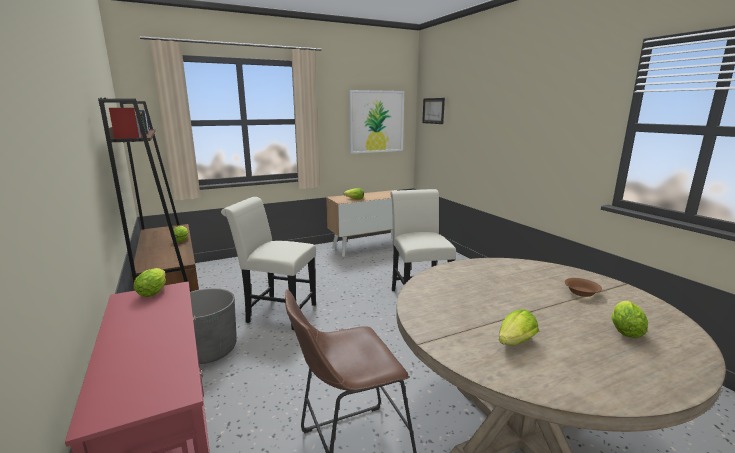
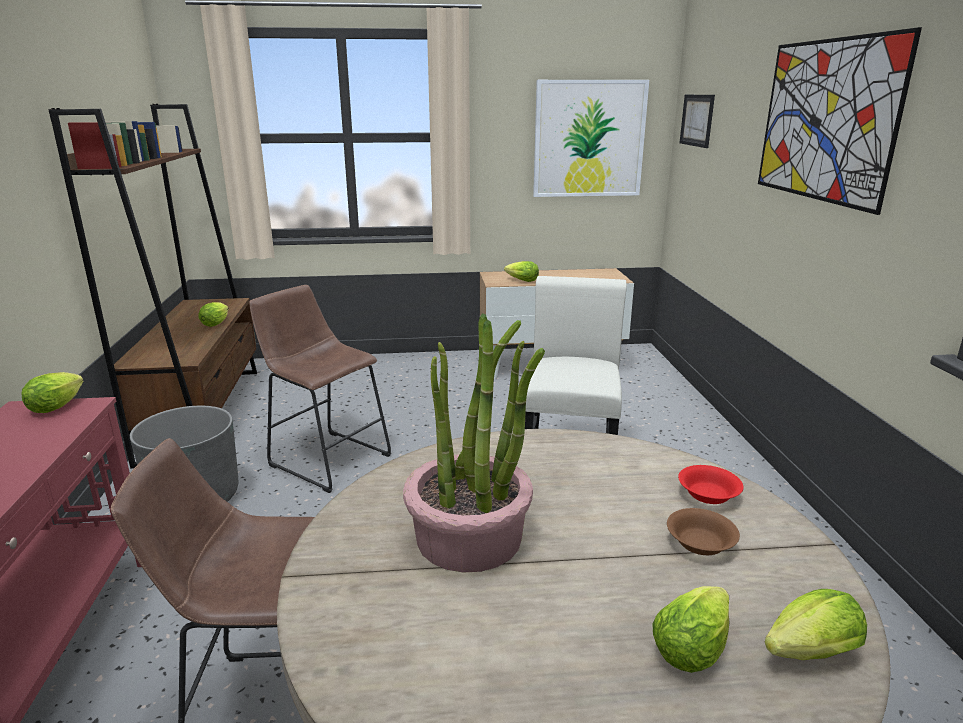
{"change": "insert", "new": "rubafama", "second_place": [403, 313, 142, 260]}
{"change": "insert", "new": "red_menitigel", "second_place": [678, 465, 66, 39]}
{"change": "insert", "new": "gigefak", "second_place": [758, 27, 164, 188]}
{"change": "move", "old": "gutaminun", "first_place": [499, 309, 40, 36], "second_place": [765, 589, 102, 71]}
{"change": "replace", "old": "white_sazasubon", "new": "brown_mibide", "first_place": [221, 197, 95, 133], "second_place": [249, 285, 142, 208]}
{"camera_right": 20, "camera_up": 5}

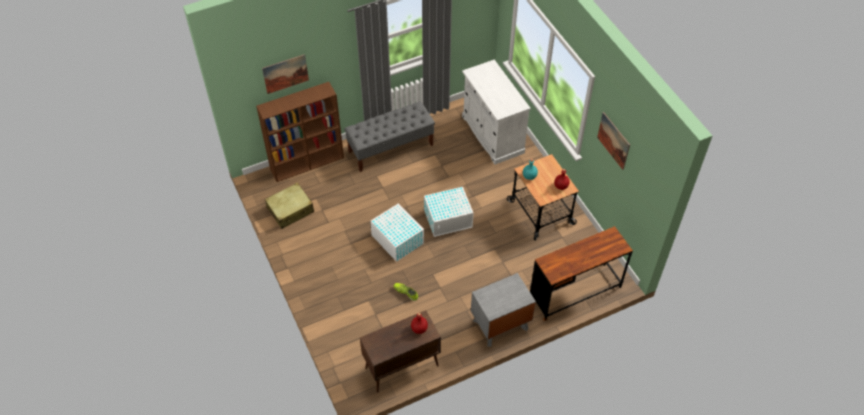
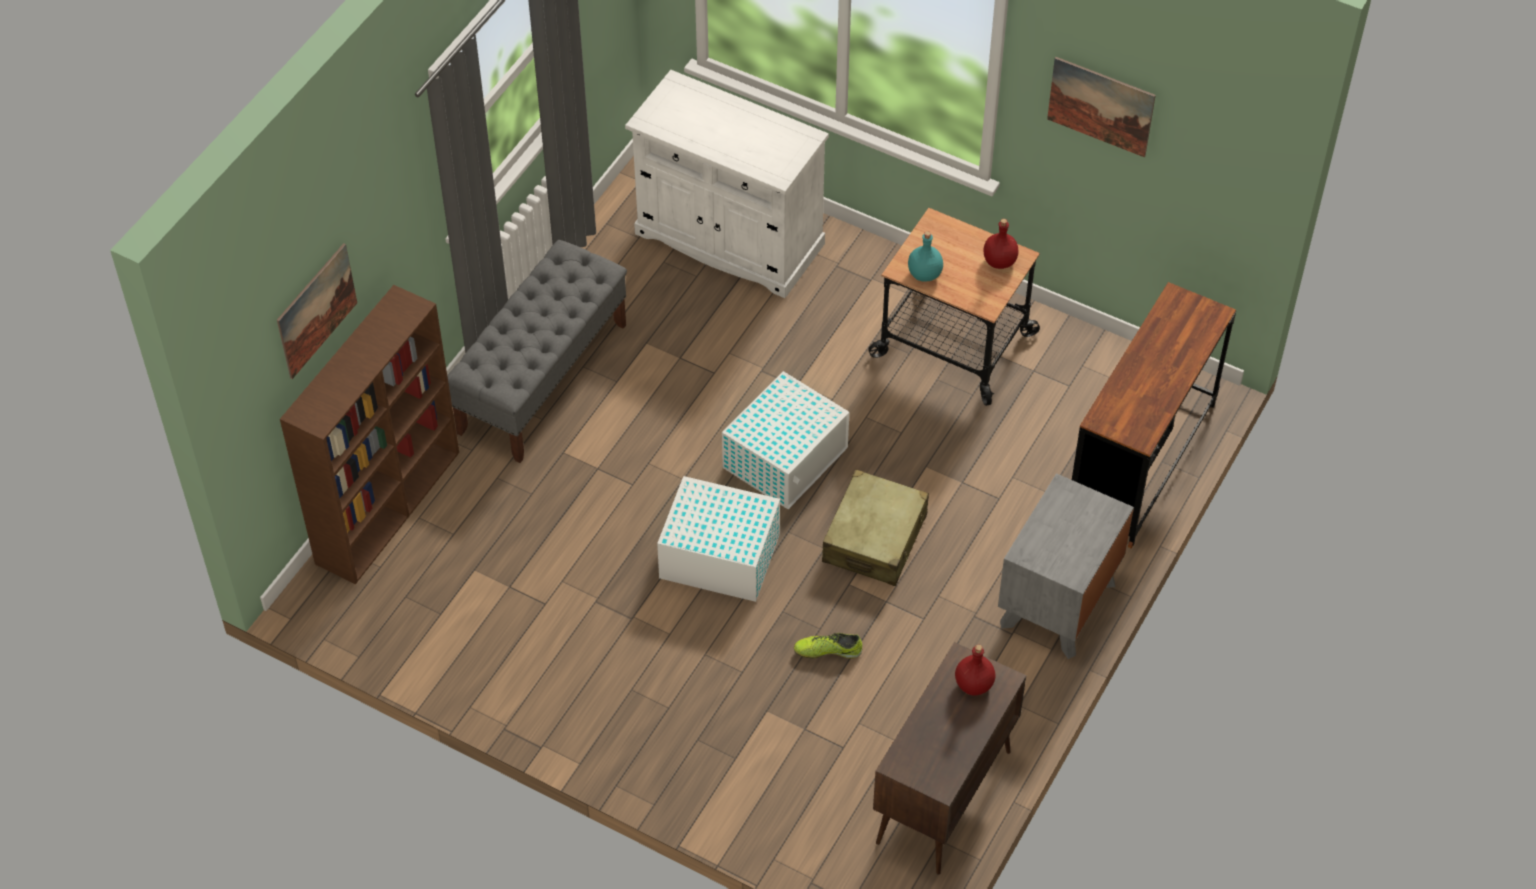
{"change": "move", "old": "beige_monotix", "first_place": [265, 182, 49, 47], "second_place": [822, 470, 107, 116]}
{"camera_right": -35, "camera_up": 0}

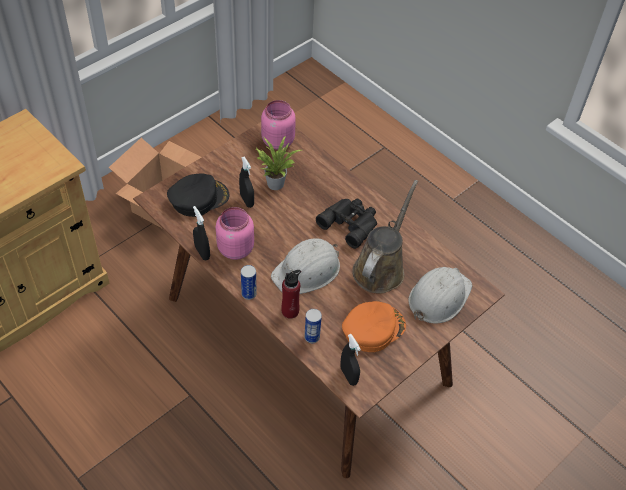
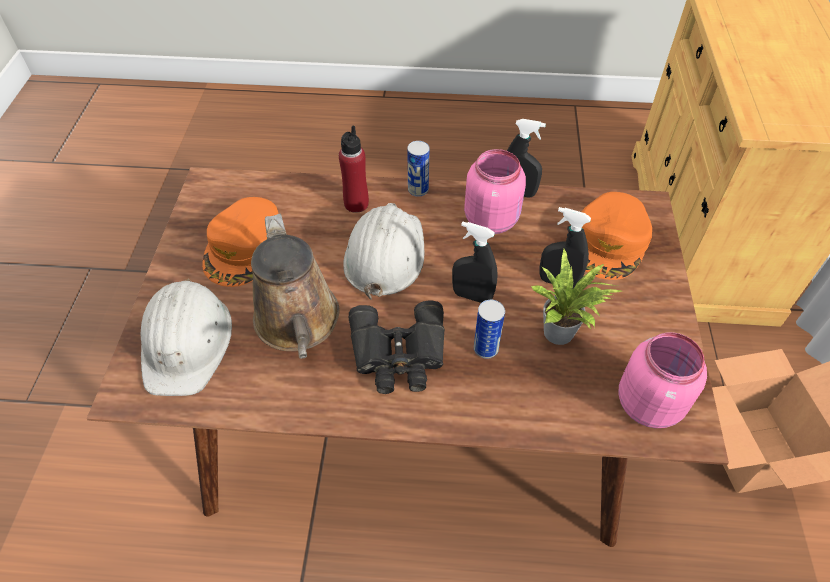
{"change": "move", "old": "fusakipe", "first_place": [304, 309, 18, 34], "second_place": [474, 300, 31, 59]}
{"change": "move", "old": "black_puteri", "first_place": [340, 334, 21, 52], "second_place": [452, 222, 46, 81]}
{"change": "recolor", "old": "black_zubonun", "new": "orange_zubonun", "first_place": [167, 173, 62, 44], "second_place": [582, 192, 70, 88]}
{"camera_right": 140, "camera_up": 0}

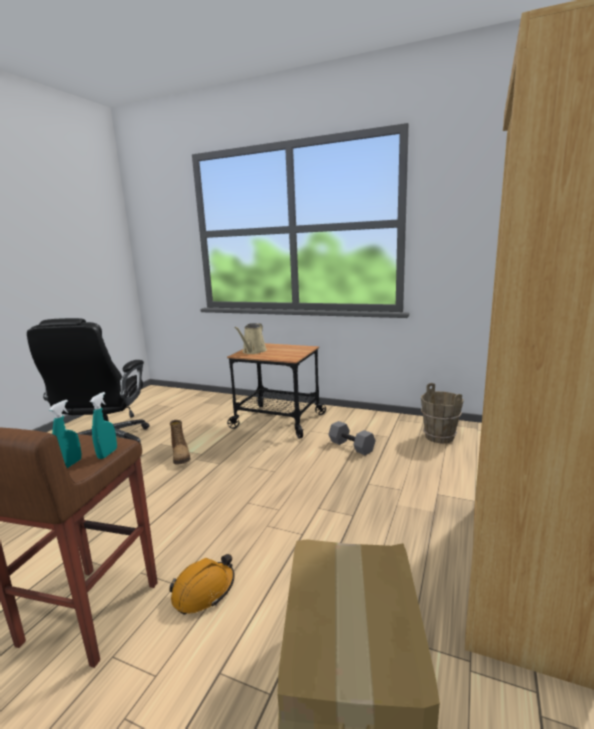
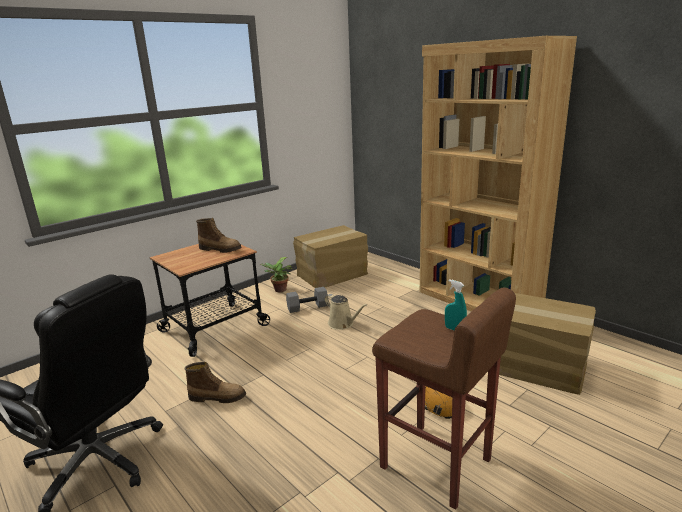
{"change": "delete", "old": "turquoise_puteri", "first_place": [90, 392, 27, 67]}
{"change": "insert", "new": "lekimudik", "second_place": [196, 218, 46, 35]}
{"change": "insert", "new": "rubafama", "second_place": [260, 257, 33, 35]}
{"change": "move", "old": "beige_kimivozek", "first_place": [234, 323, 33, 31], "second_place": [325, 294, 42, 36]}
{"change": "replace", "old": "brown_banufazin", "new": "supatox", "first_place": [421, 383, 43, 61], "second_place": [293, 225, 75, 63]}
{"camera_right": -65, "camera_up": 5}

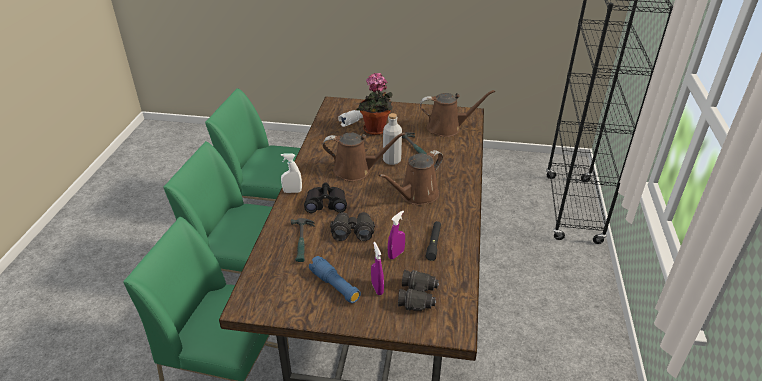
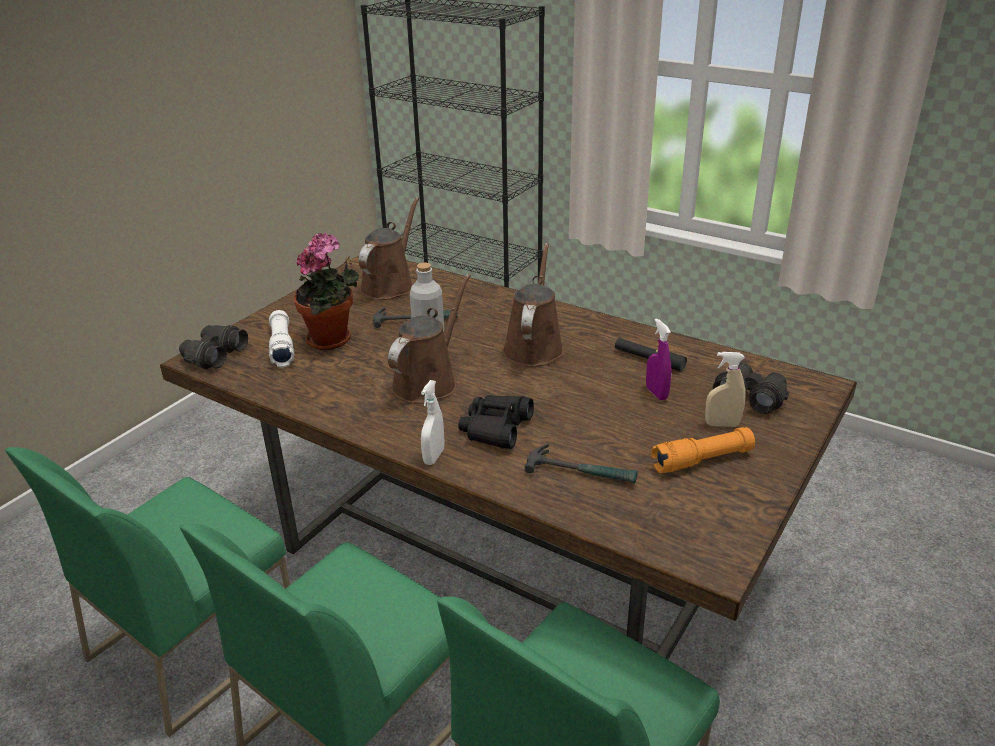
{"change": "move", "old": "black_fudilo", "first_place": [330, 212, 45, 29], "second_place": [179, 325, 69, 44]}
{"change": "recolor", "old": "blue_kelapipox", "new": "orange_kelapipox", "first_place": [309, 256, 52, 47], "second_place": [651, 427, 104, 46]}
{"change": "recolor", "old": "purple_puteri", "new": "beige_puteri", "first_place": [371, 242, 13, 53], "second_place": [705, 352, 41, 75]}
{"change": "rotate", "old": "brown_kimivozek", "first_place": [379, 150, 64, 55], "second_place": [502, 243, 62, 124], "degrees": -150}
{"camera_right": -65, "camera_up": -5}

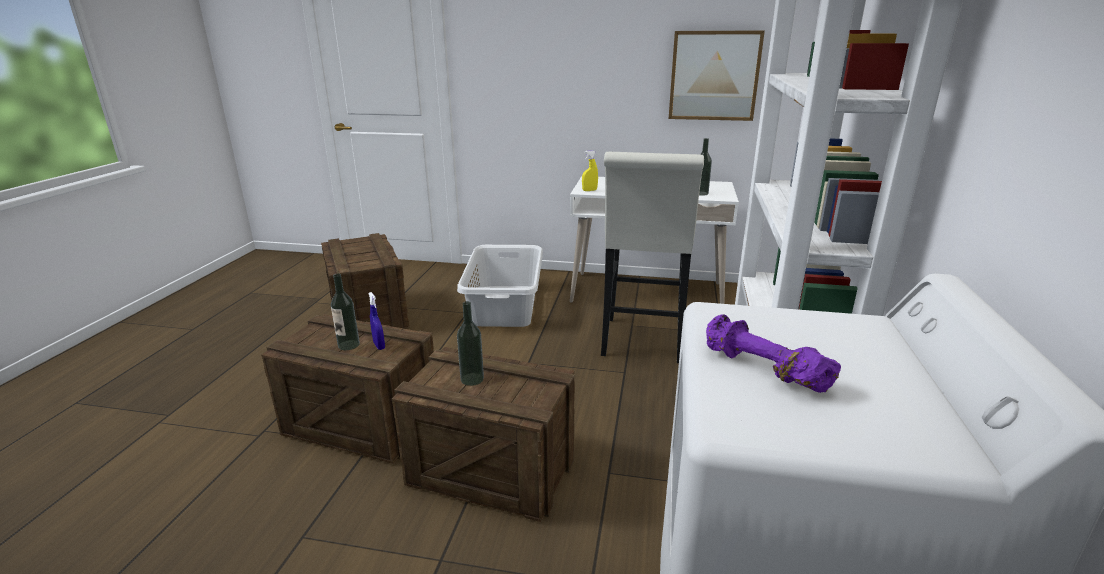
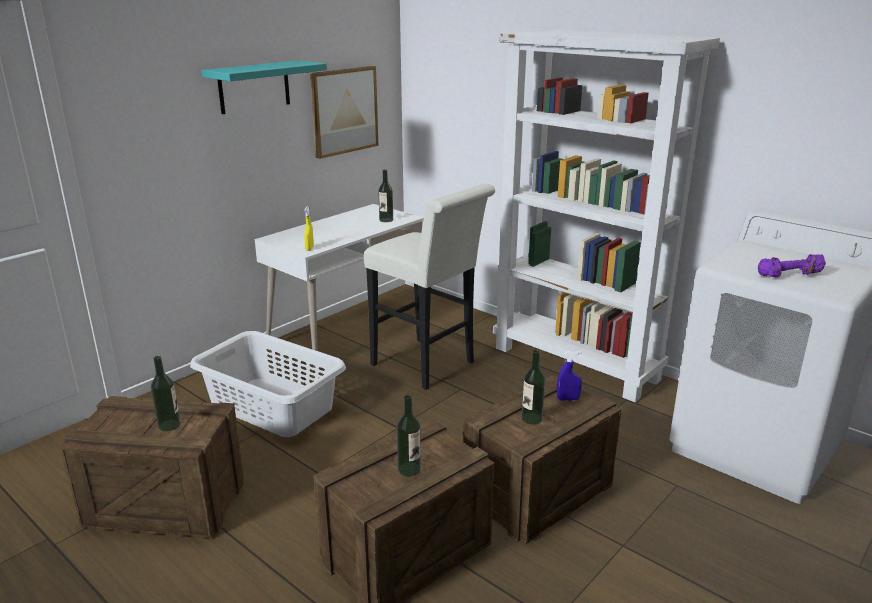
{"change": "insert", "new": "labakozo", "second_place": [151, 356, 29, 75]}
{"change": "insert", "new": "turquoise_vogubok", "second_place": [201, 60, 126, 54]}
{"change": "move", "old": "blue_puteri", "first_place": [369, 292, 16, 58], "second_place": [557, 351, 25, 50]}
{"camera_right": -60, "camera_up": 0}

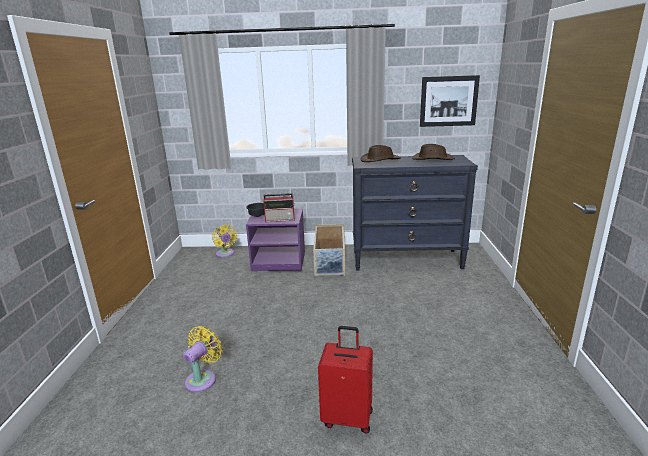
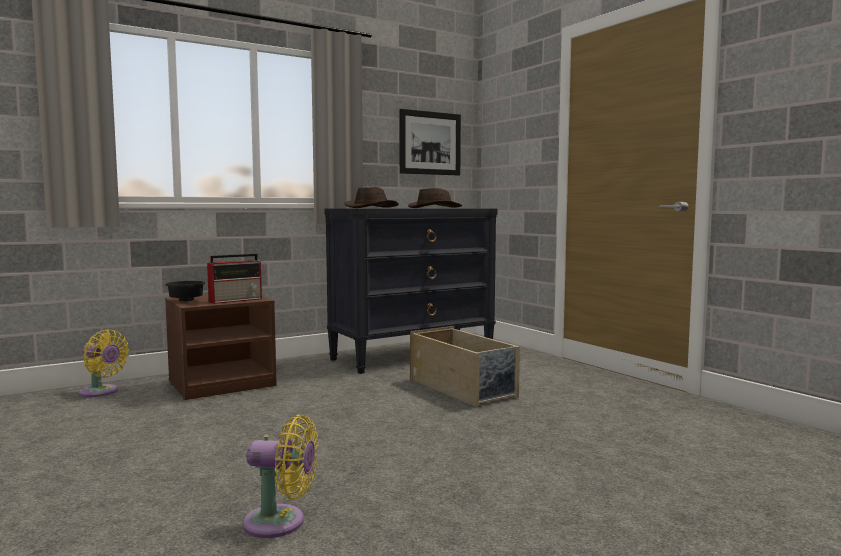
{"change": "delete", "old": "red_monotix", "first_place": [318, 326, 55, 108]}
{"change": "move", "old": "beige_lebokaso", "first_place": [313, 224, 32, 53], "second_place": [410, 326, 110, 81]}
{"change": "recolor", "old": "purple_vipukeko", "new": "brown_vipukeko", "first_place": [246, 208, 59, 63], "second_place": [165, 295, 112, 105]}
{"change": "rotate", "old": "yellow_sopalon", "first_place": [183, 326, 39, 66], "second_place": [243, 415, 75, 123], "degrees": 105}
{"camera_right": -35, "camera_up": -15}

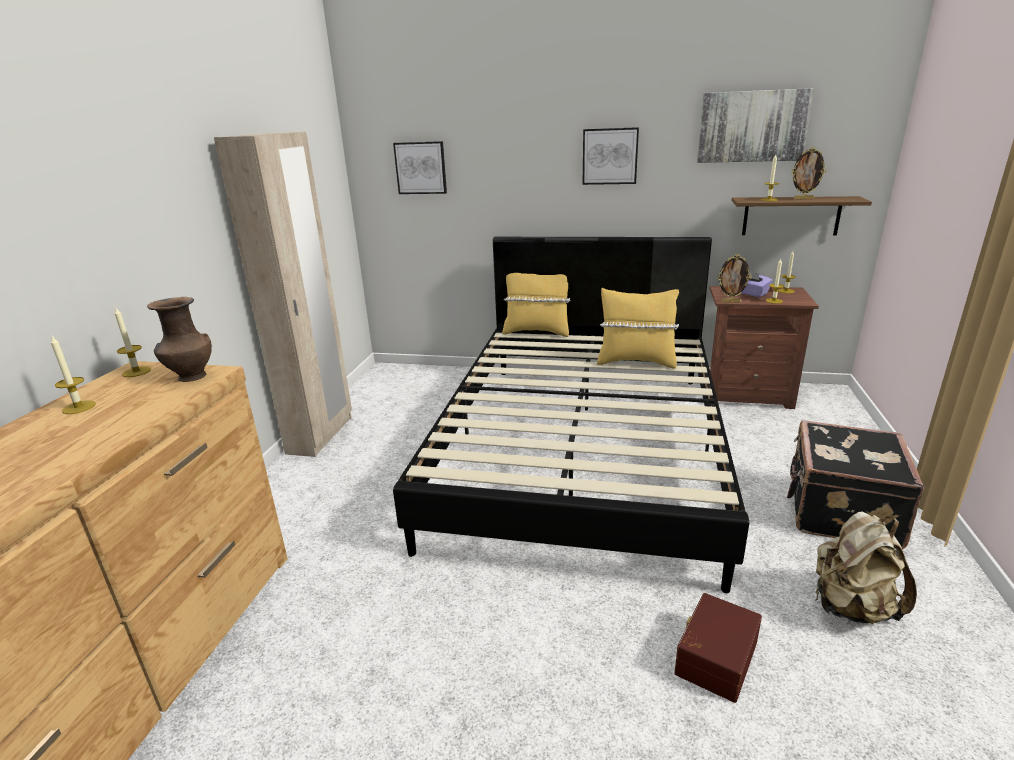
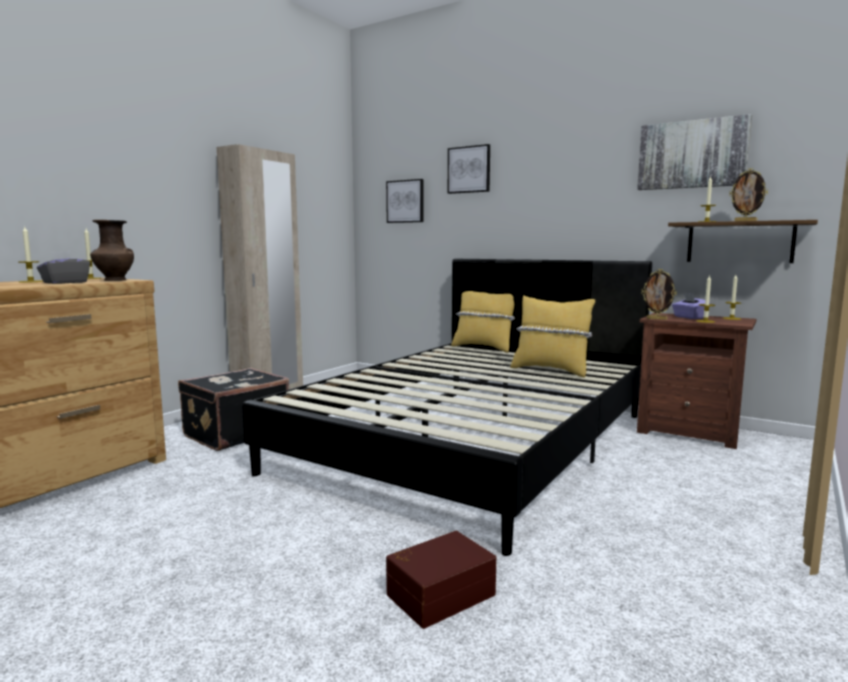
{"change": "delete", "old": "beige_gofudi", "first_place": [815, 511, 102, 113]}
{"change": "insert", "new": "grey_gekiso", "second_place": [37, 251, 53, 33]}
{"change": "move", "old": "gigefak", "first_place": [582, 127, 57, 58], "second_place": [448, 144, 42, 50]}
{"change": "move", "old": "black_monotix", "first_place": [787, 420, 137, 129], "second_place": [178, 368, 111, 83]}
{"camera_right": 20, "camera_up": -15}

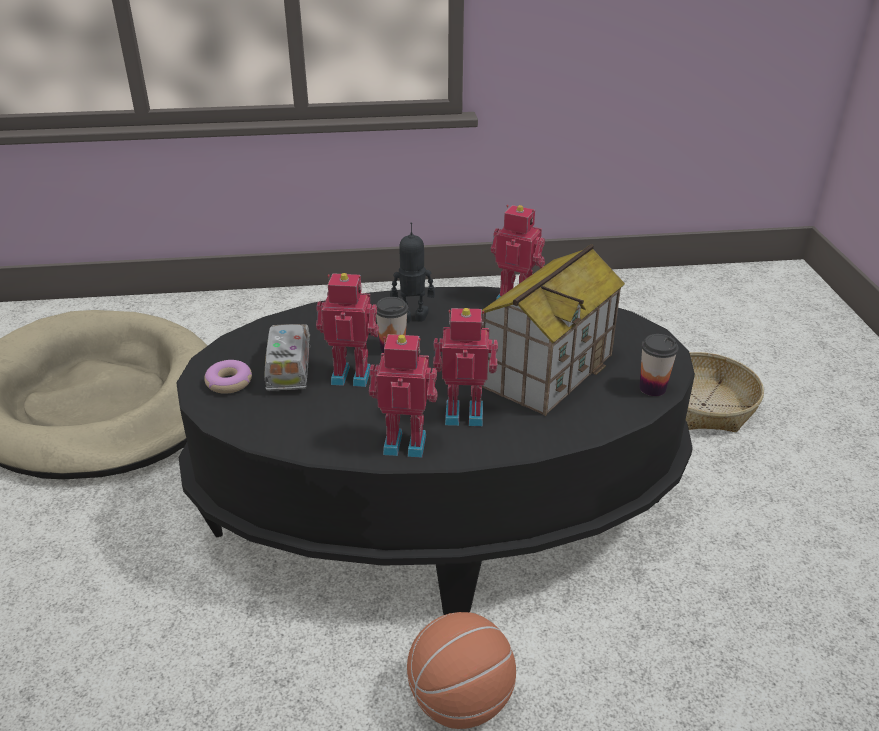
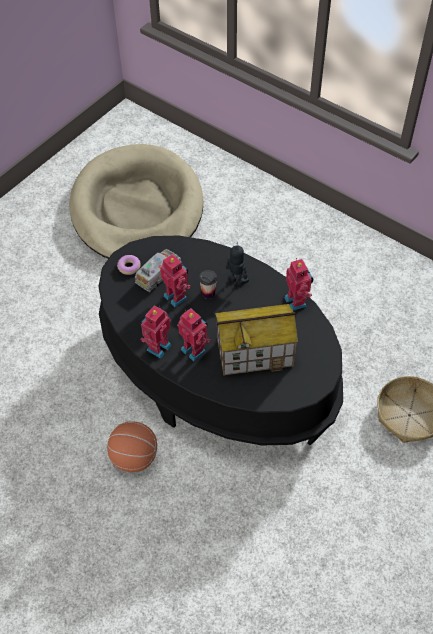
{"change": "delete", "old": "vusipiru", "first_place": [639, 334, 40, 62]}
{"change": "rotate", "old": "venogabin", "first_place": [369, 334, 68, 124], "second_place": [140, 305, 32, 54], "degrees": -105}
{"camera_right": 45, "camera_up": 20}

